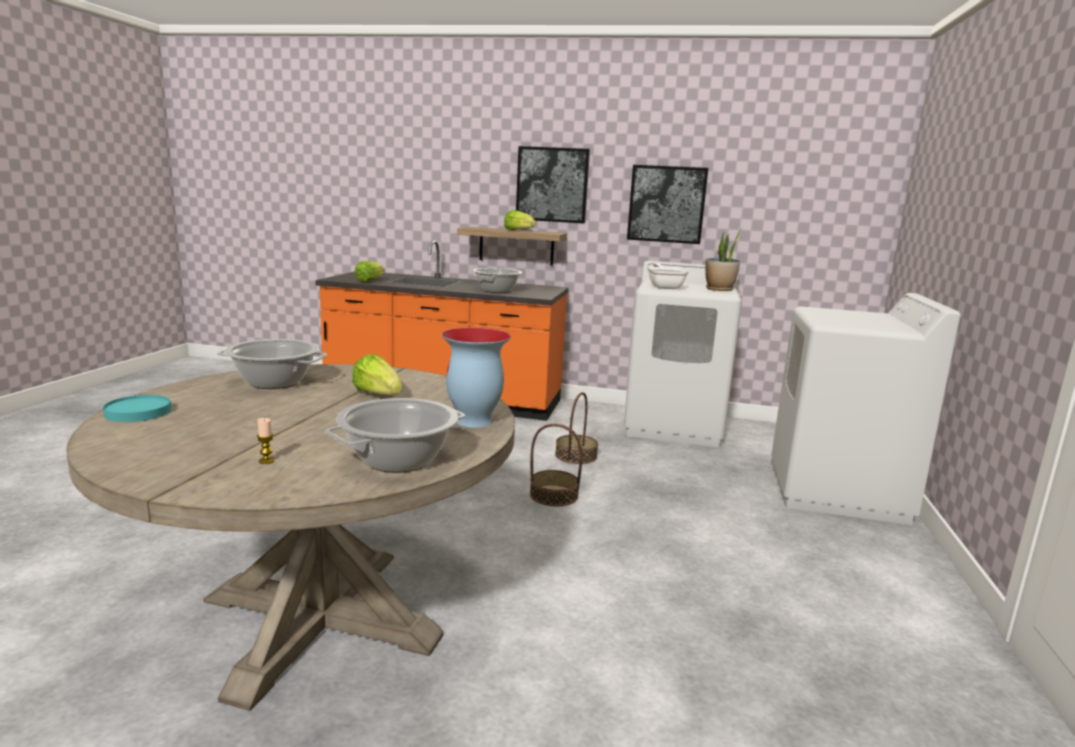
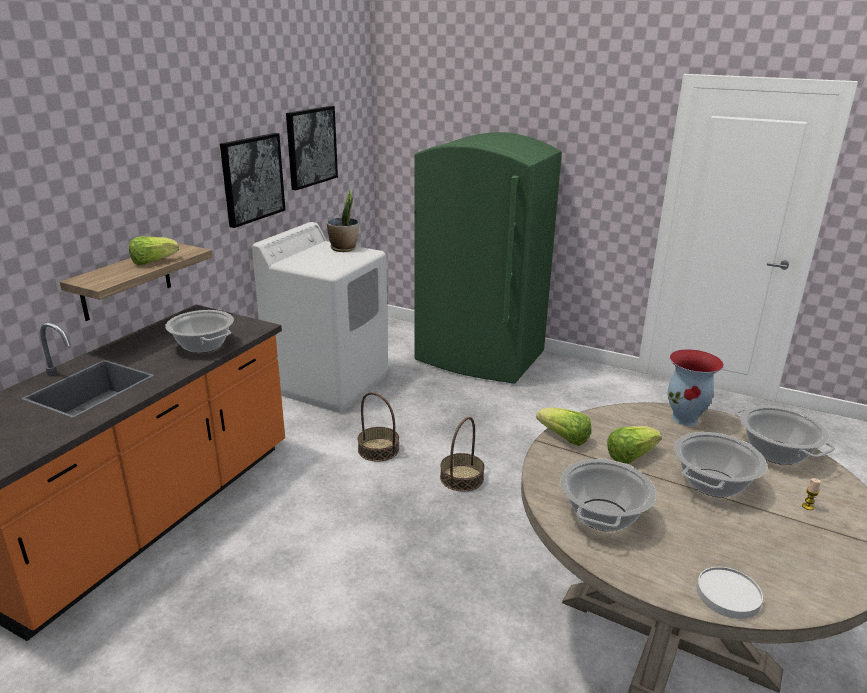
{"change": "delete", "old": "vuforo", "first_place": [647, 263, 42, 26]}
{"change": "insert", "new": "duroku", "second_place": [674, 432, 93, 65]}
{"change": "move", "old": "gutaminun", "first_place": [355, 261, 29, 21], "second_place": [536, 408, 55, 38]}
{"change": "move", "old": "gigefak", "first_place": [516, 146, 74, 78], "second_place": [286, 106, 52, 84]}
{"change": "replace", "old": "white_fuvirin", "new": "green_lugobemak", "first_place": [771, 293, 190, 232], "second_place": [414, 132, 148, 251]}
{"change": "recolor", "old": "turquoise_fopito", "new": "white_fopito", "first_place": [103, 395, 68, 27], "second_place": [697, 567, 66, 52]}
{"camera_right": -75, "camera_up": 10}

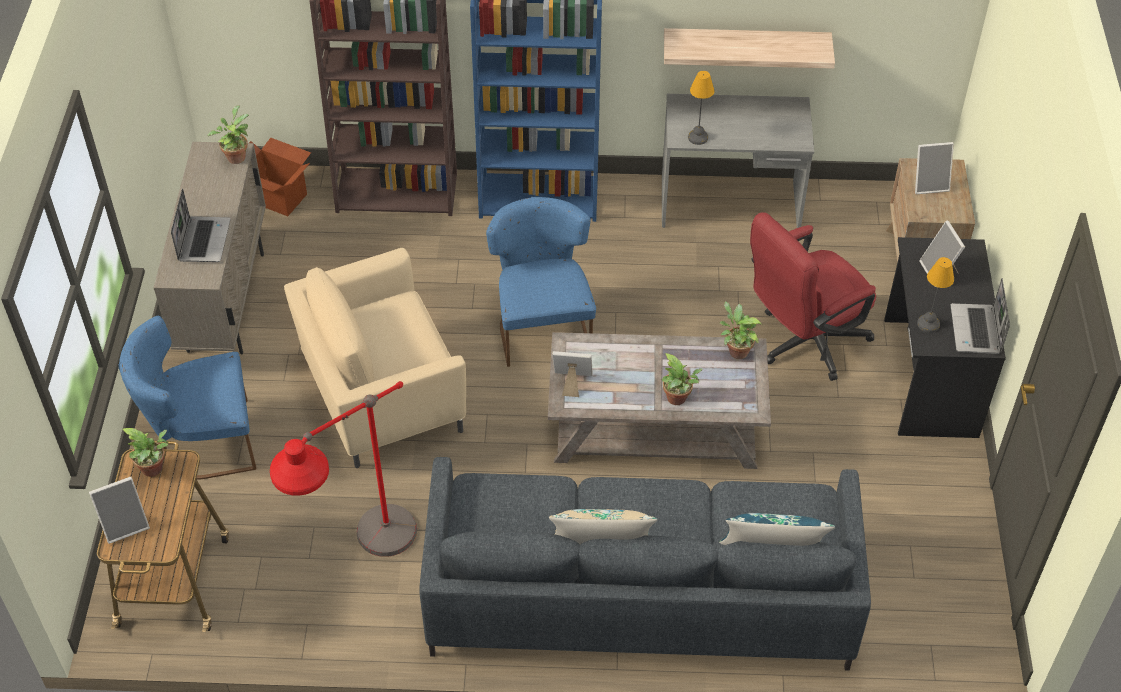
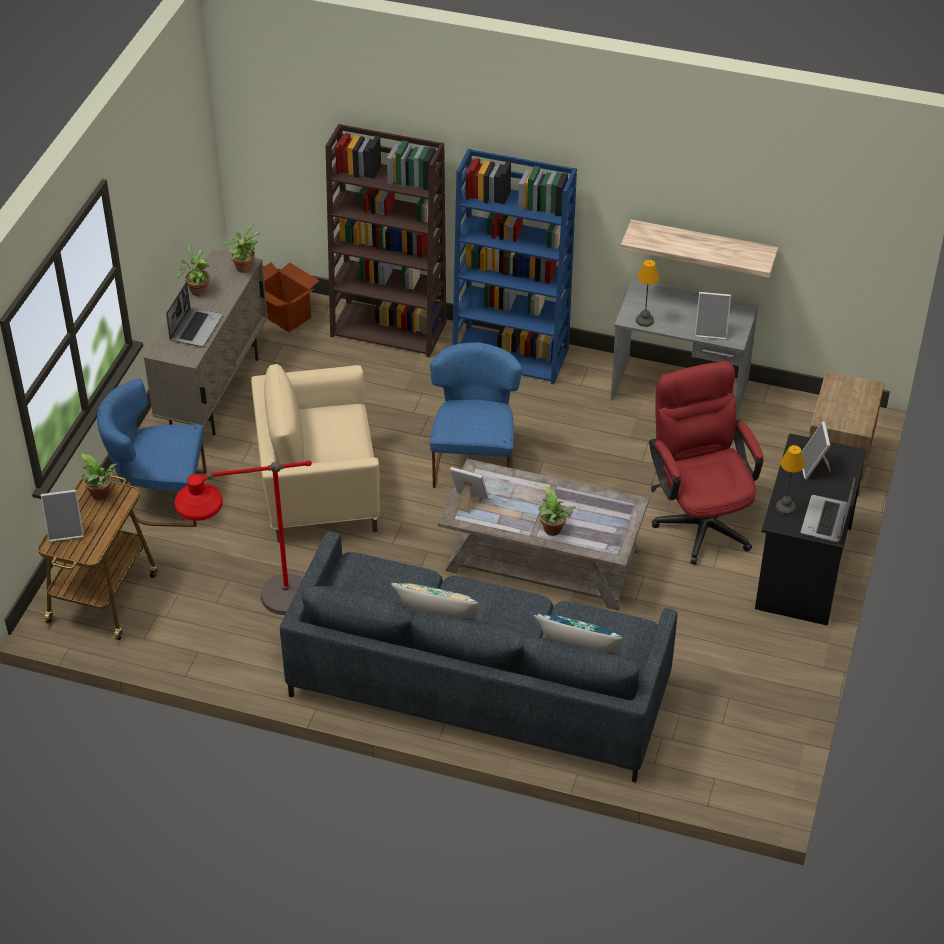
{"change": "move", "old": "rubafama", "first_place": [720, 301, 42, 58], "second_place": [177, 246, 34, 50]}
{"change": "move", "old": "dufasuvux", "first_place": [915, 142, 39, 52], "second_place": [695, 292, 36, 48]}
{"change": "rotate", "old": "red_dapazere", "first_place": [750, 212, 126, 169], "second_place": [649, 361, 114, 204], "degrees": 90}
{"camera_right": 15, "camera_up": -5}

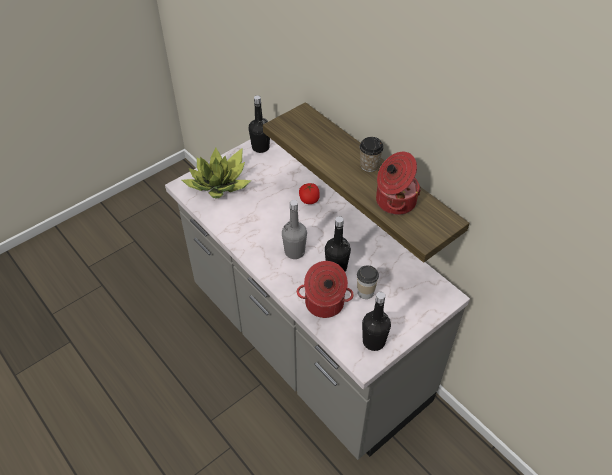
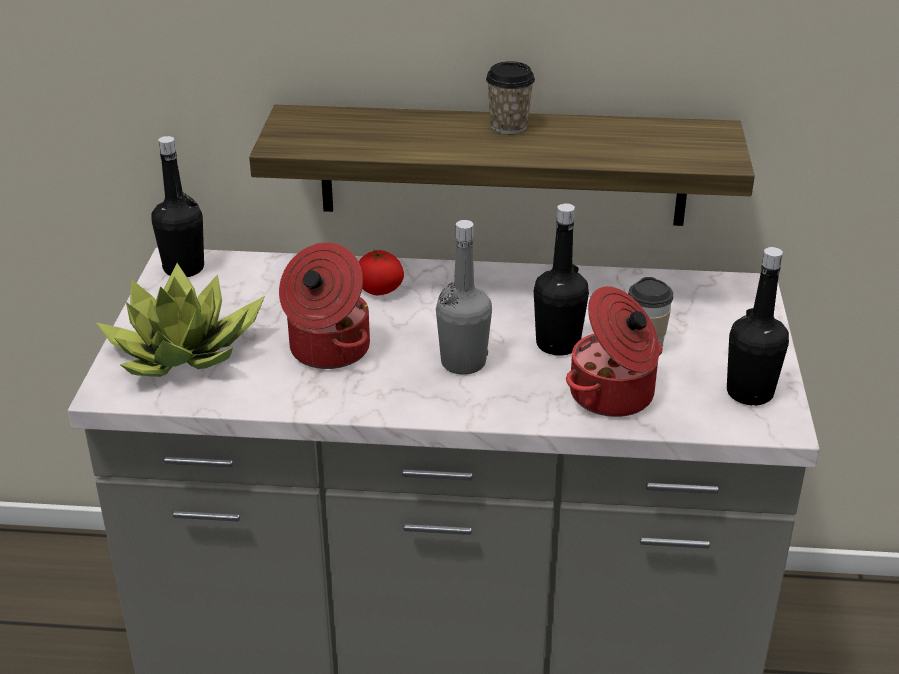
{"change": "move", "old": "duroku", "first_place": [376, 152, 45, 63], "second_place": [279, 242, 91, 127]}
{"camera_right": -45, "camera_up": -15}

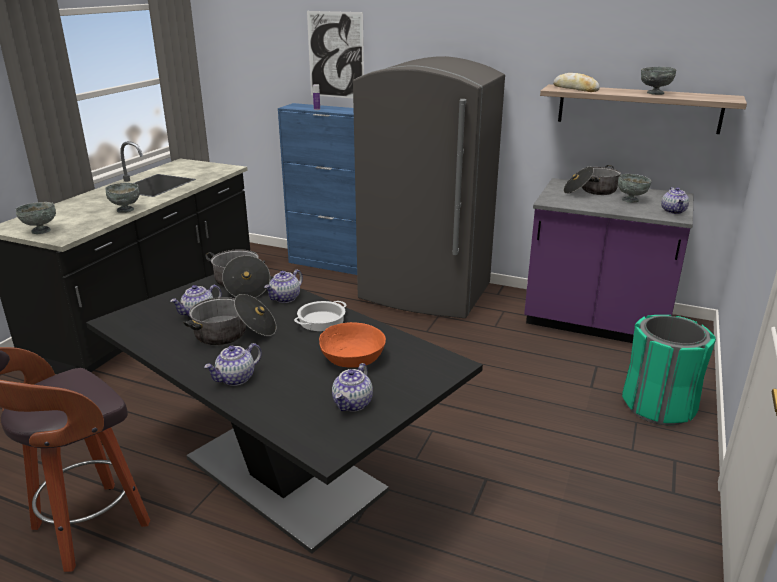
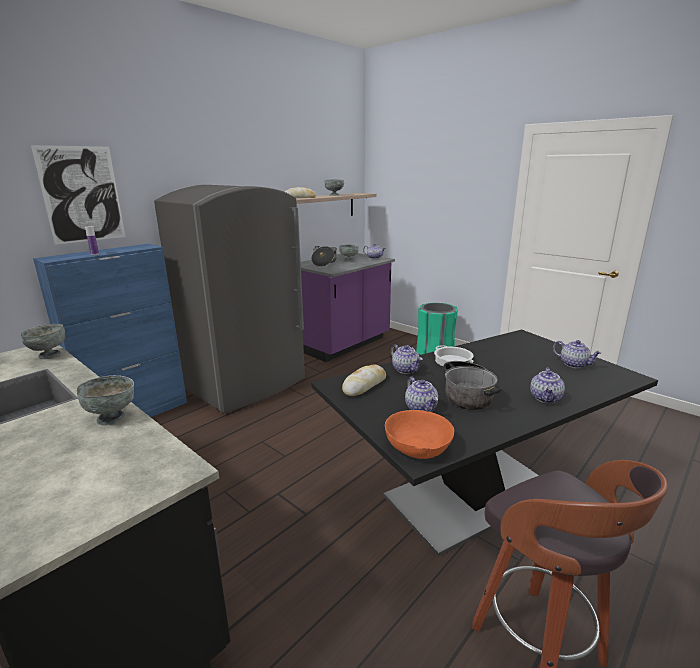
{"change": "move", "old": "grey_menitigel", "first_place": [16, 202, 40, 32], "second_place": [21, 324, 44, 35]}
{"change": "move", "old": "orange_menitigel", "first_place": [319, 322, 67, 46], "second_place": [385, 410, 69, 49]}
{"change": "replace", "old": "duroku", "new": "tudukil", "first_place": [205, 249, 65, 49], "second_place": [342, 364, 44, 32]}
{"change": "rotate", "old": "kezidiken", "first_place": [204, 343, 58, 43], "second_place": [530, 368, 35, 35], "degrees": 45}
{"camera_right": -70, "camera_up": -5}

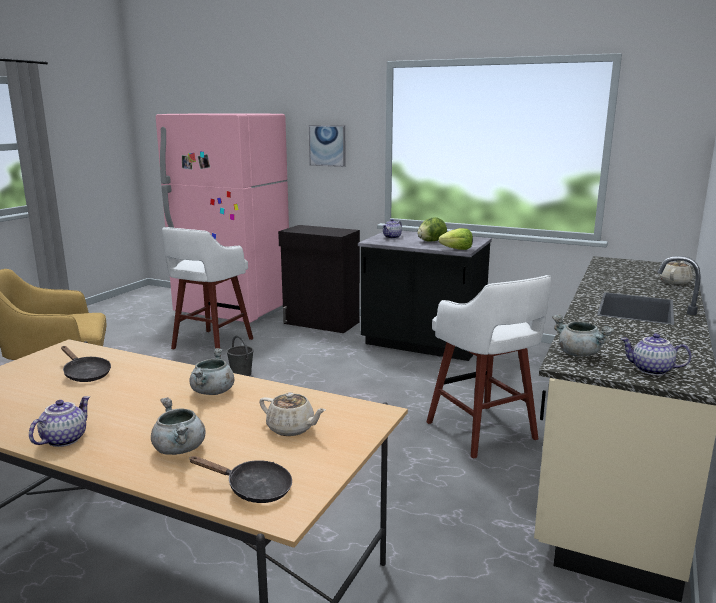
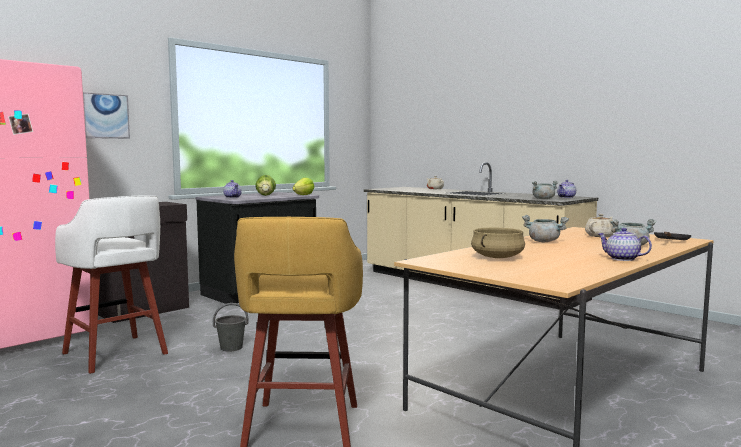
{"change": "delete", "old": "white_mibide", "first_place": [427, 275, 124, 184]}
{"change": "replace", "old": "black_vuforo", "new": "beige_duroku", "first_place": [61, 346, 50, 36], "second_place": [471, 228, 54, 30]}
{"camera_right": -70, "camera_up": -10}

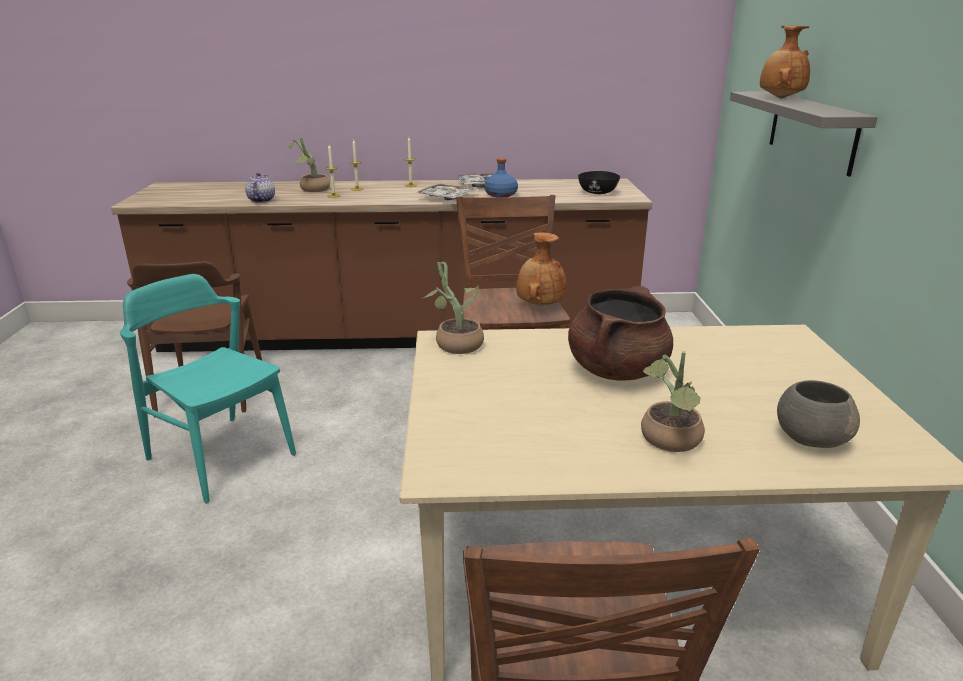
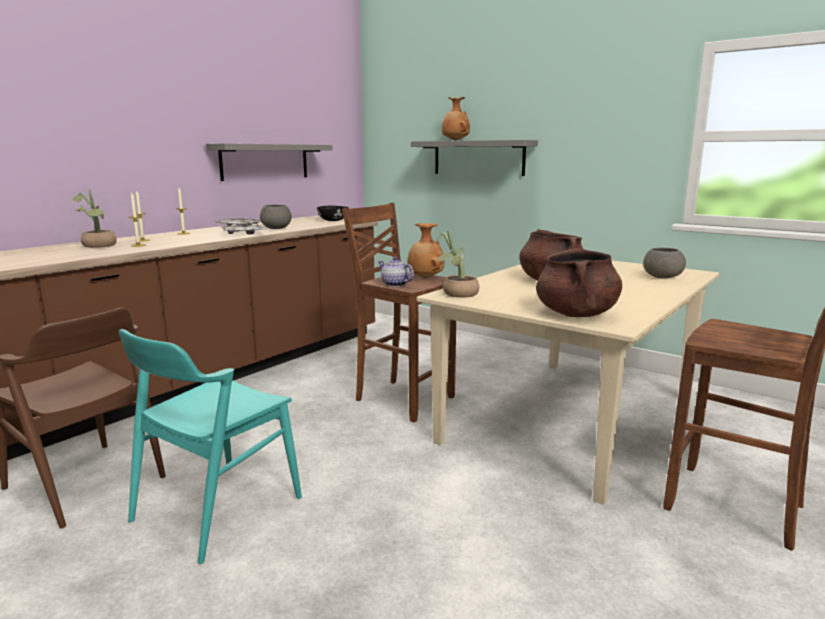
{"change": "delete", "old": "rubafama", "first_place": [641, 351, 64, 101]}
{"change": "insert", "new": "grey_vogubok", "second_place": [206, 143, 127, 38]}
{"change": "insert", "new": "brown_duroku", "second_place": [536, 248, 86, 69]}
{"change": "move", "old": "kezidiken", "first_place": [245, 173, 30, 30], "second_place": [379, 257, 35, 30]}
{"change": "replace", "old": "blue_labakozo", "new": "grey_menitigel", "first_place": [484, 158, 34, 39], "second_place": [260, 205, 31, 24]}
{"change": "rotate", "old": "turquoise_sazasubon", "first_place": [120, 274, 176, 229], "second_place": [119, 329, 183, 235], "degrees": -45}
{"camera_right": -50, "camera_up": -10}

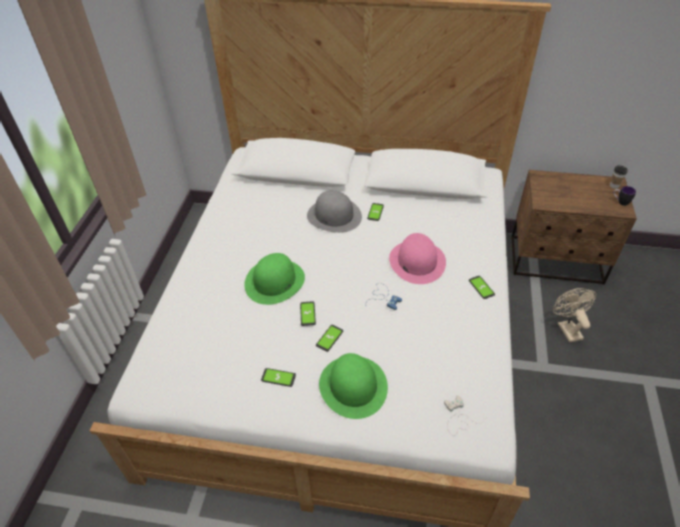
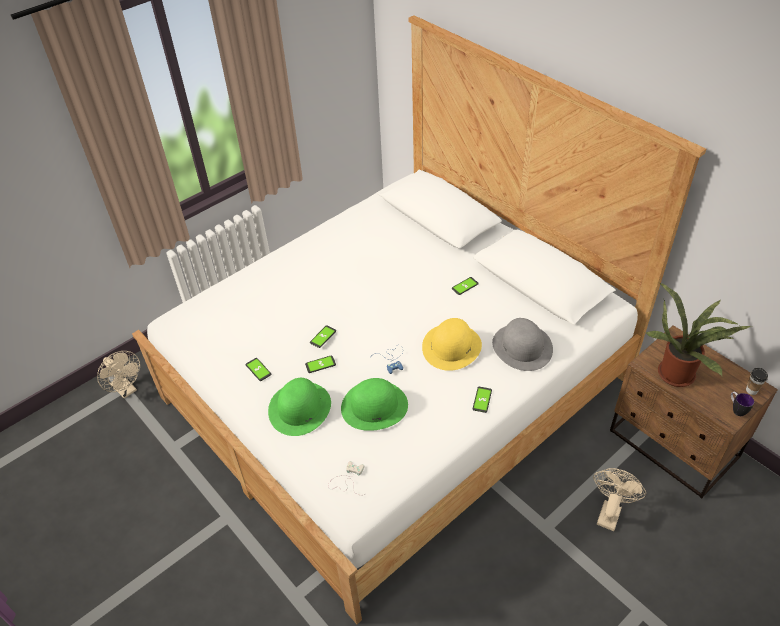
{"change": "insert", "new": "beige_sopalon", "second_place": [97, 351, 43, 48]}
{"change": "insert", "new": "rubafama", "second_place": [646, 283, 106, 104]}
{"change": "move", "old": "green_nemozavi", "first_place": [244, 253, 61, 52], "second_place": [341, 378, 67, 53]}
{"change": "move", "old": "grey_nemozavi", "first_place": [307, 191, 55, 42], "second_place": [492, 318, 61, 53]}
{"change": "recolor", "old": "pink_nemozavi", "new": "yellow_nemozavi", "first_place": [389, 233, 57, 51], "second_place": [422, 318, 60, 53]}
{"camera_right": 40, "camera_up": 0}

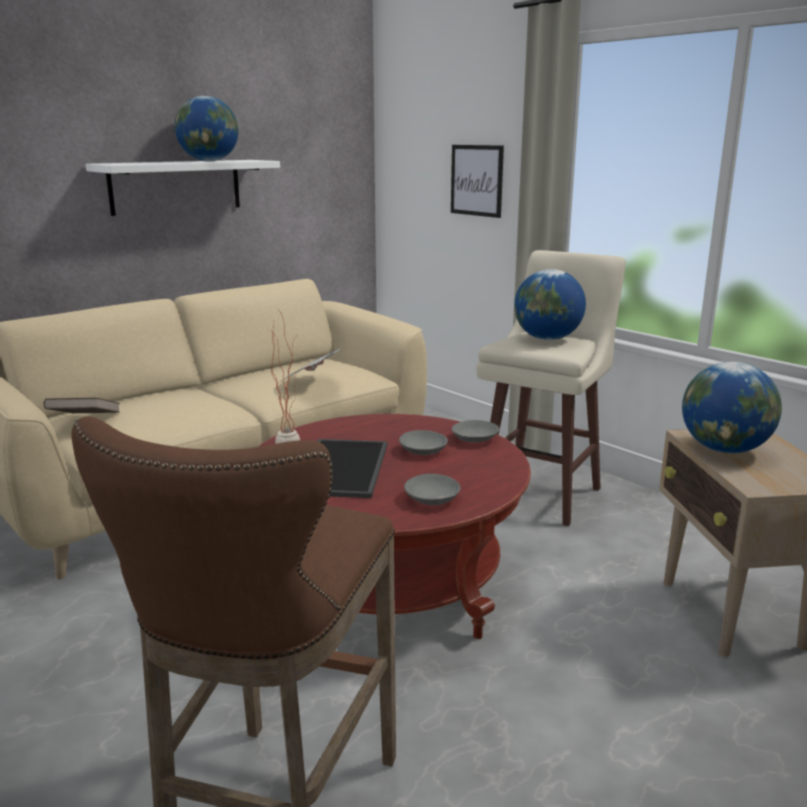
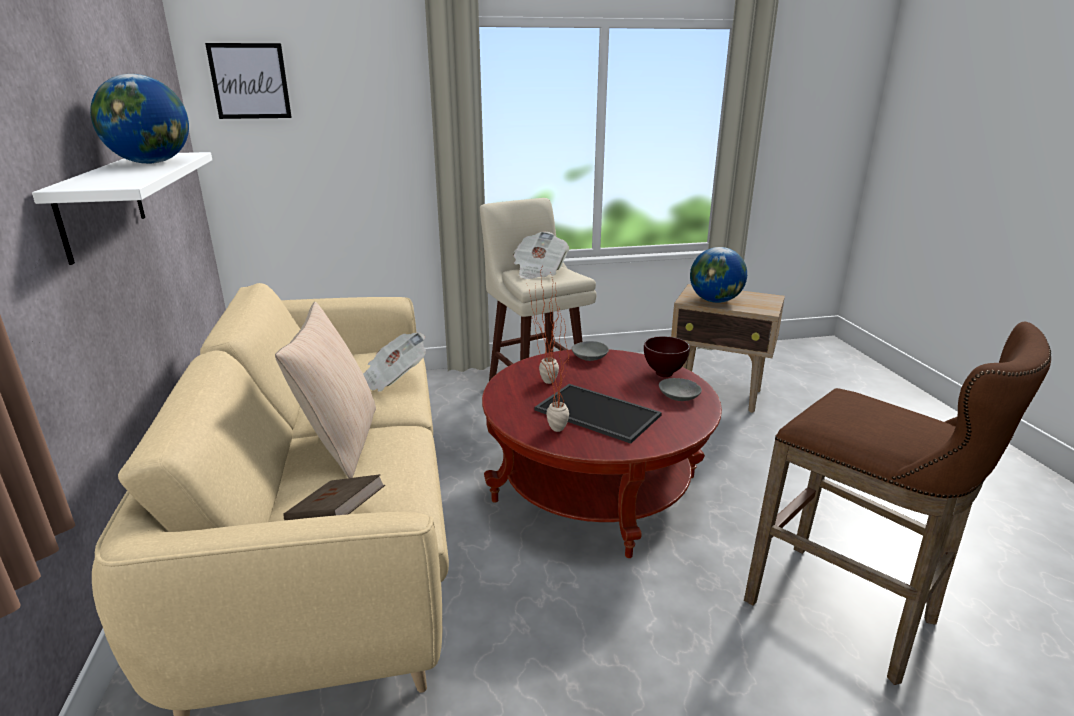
{"change": "delete", "old": "grey_menitigel", "first_place": [399, 430, 49, 25]}
{"change": "insert", "new": "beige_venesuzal", "second_place": [275, 302, 101, 176]}
{"change": "insert", "new": "rubafama", "second_place": [529, 268, 30, 116]}
{"change": "insert", "new": "brown_menitigel", "second_place": [644, 336, 46, 41]}
{"change": "move", "old": "gigefak", "first_place": [451, 145, 53, 73], "second_place": [205, 43, 87, 76]}
{"change": "replace", "old": "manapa", "new": "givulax", "first_place": [514, 269, 72, 71], "second_place": [513, 231, 56, 48]}
{"camera_right": -60, "camera_up": 5}

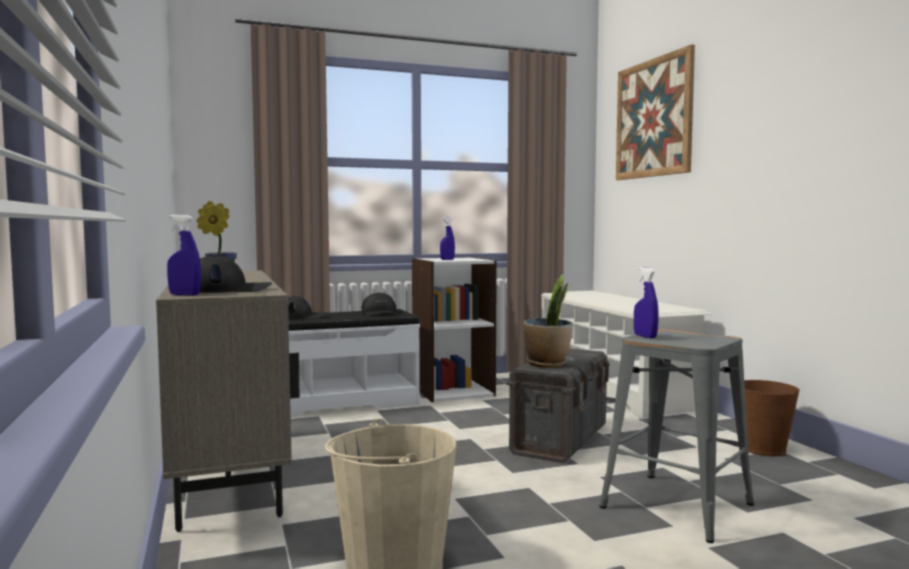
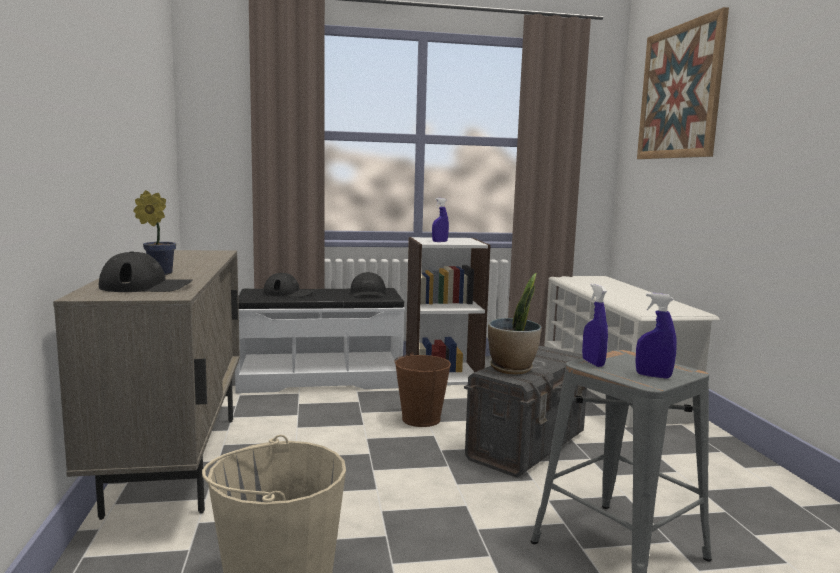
{"change": "move", "old": "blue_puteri", "first_place": [167, 214, 34, 82], "second_place": [636, 293, 41, 86]}
{"change": "move", "old": "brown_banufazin", "first_place": [744, 380, 56, 76], "second_place": [394, 352, 57, 75]}
{"camera_right": 10, "camera_up": 5}

